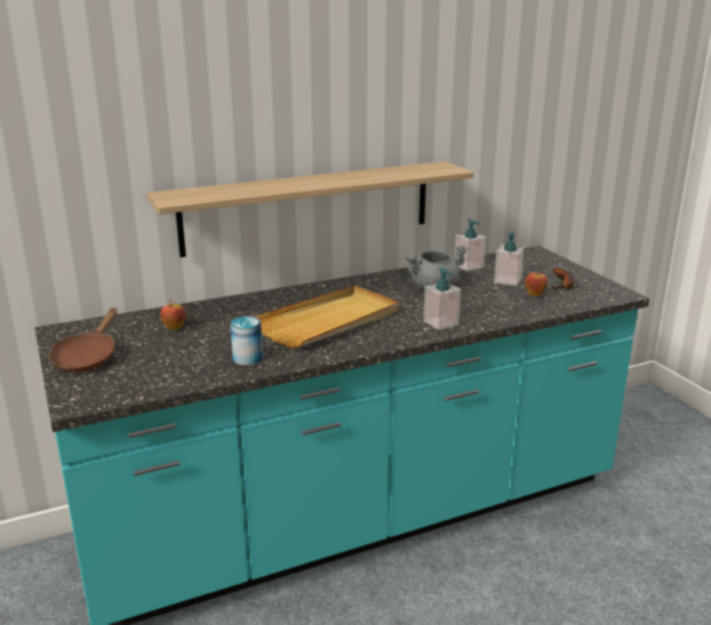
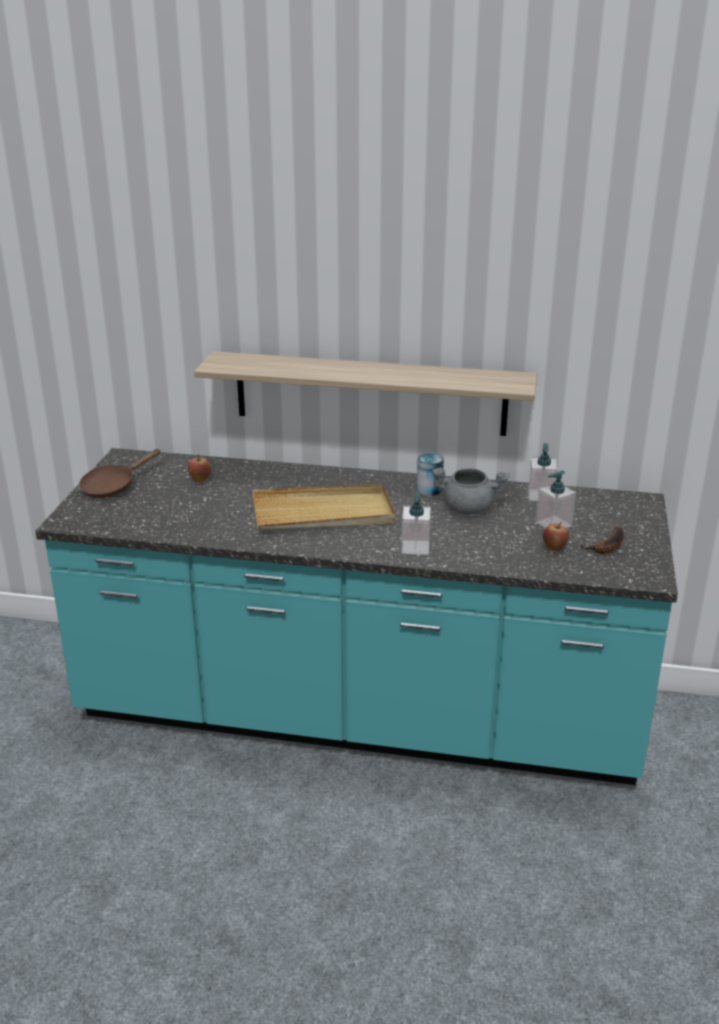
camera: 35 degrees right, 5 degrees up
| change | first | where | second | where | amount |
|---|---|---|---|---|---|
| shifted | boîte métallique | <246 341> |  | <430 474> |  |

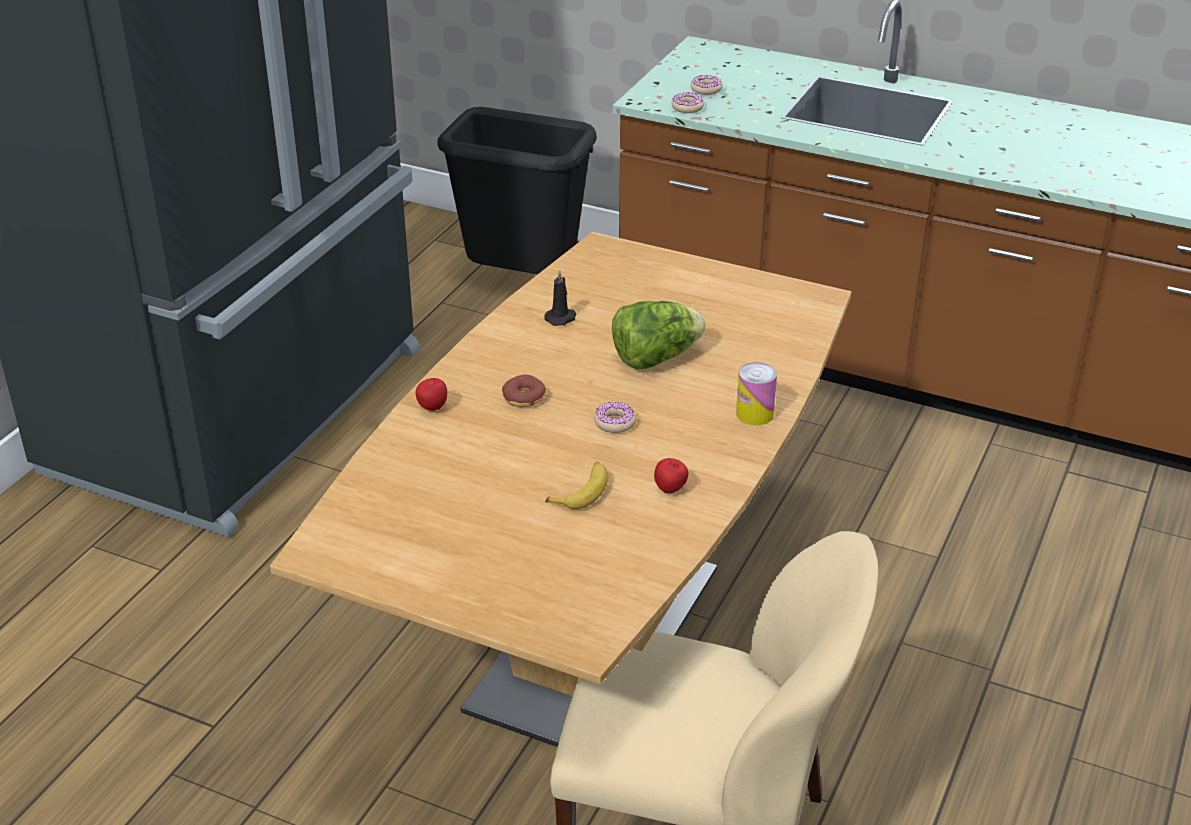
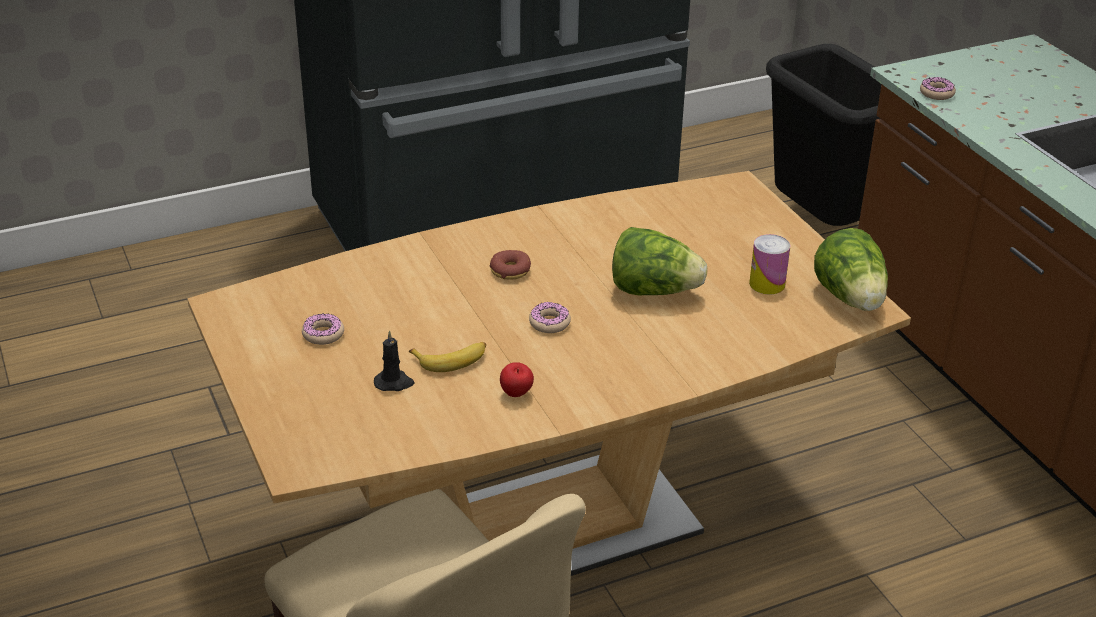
camera: 40 degrees right, 0 degrees up
| change | first | where | second | where | amount |
|---|---|---|---|---|---|
| gone | pomme | <431 394> |  |  |  |
| new |  |  | laitue | <851 269> |  |
| shifted | bougie (noir) | <560 298> |  | <394 360> |  |
| shifted | beignet | <707 85> |  | <323 329> |  |
| shifted | boîte métallique | <756 393> |  | <769 264> |  |

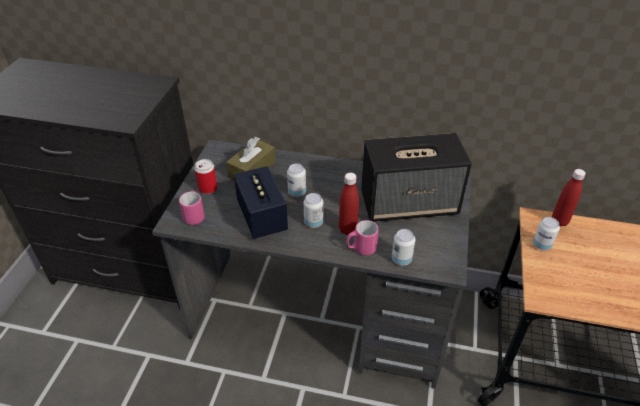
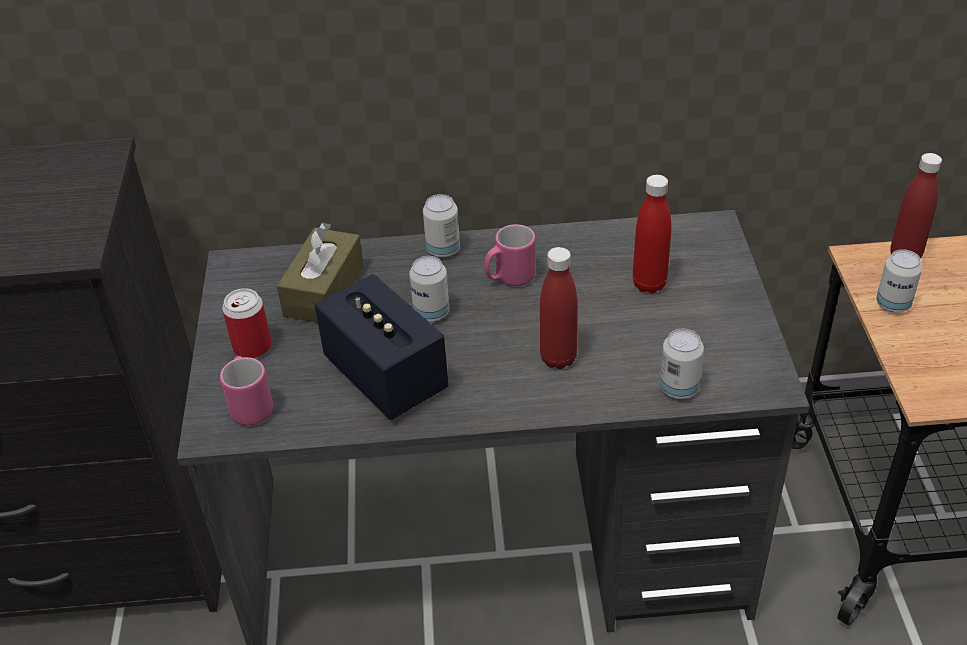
camera: 15 degrees left, 0 degrees up
| change | first | where | second | where | amount |
|---|---|---|---|---|---|
| shifted | boîte métallique | <313 210> |  | <441 225> |  |
| shifted | mug (rose) | <362 238> |  | <510 255> |  |
| swapped | enceinte | <416 177> | bouteille (rouge) | <652 234> |  |

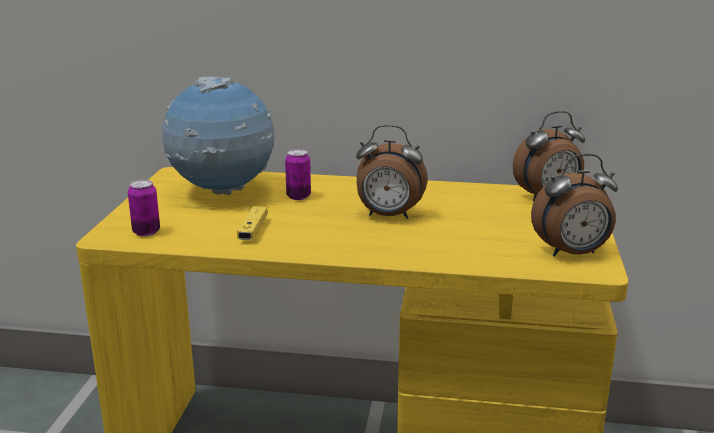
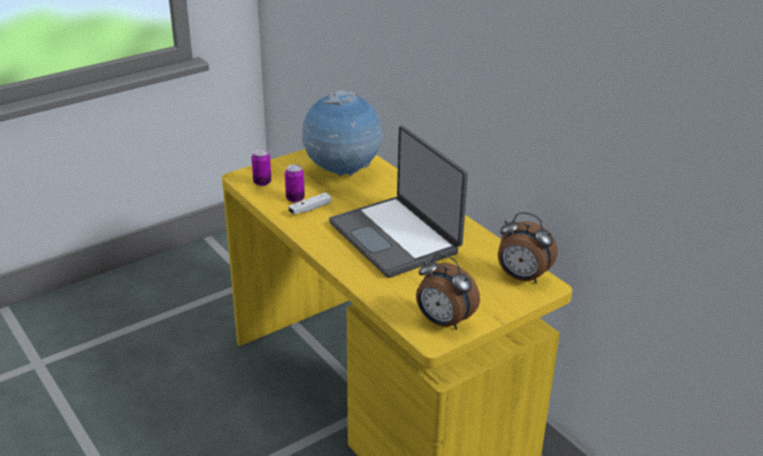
camera: 45 degrees right, 10 degrees up
| change | first | where | second | where | amount |
|---|---|---|---|---|---|
| shifted | boîte métallique | <298 174> |  | <295 183> |  |
| swapped | réveil | <392 172> | ordinateur portable | <398 202> |  |
| repainted | manette (jaune) | <252 223> | manette (blanc) | <309 203> |  |

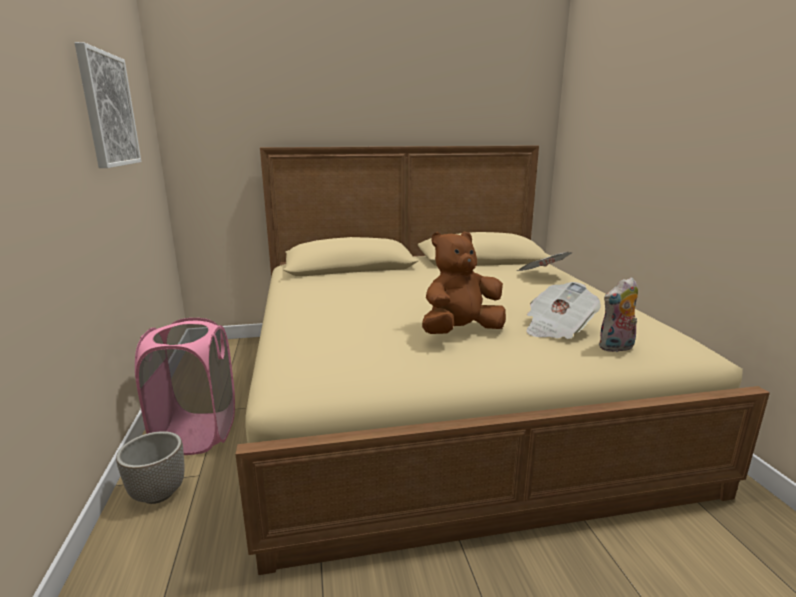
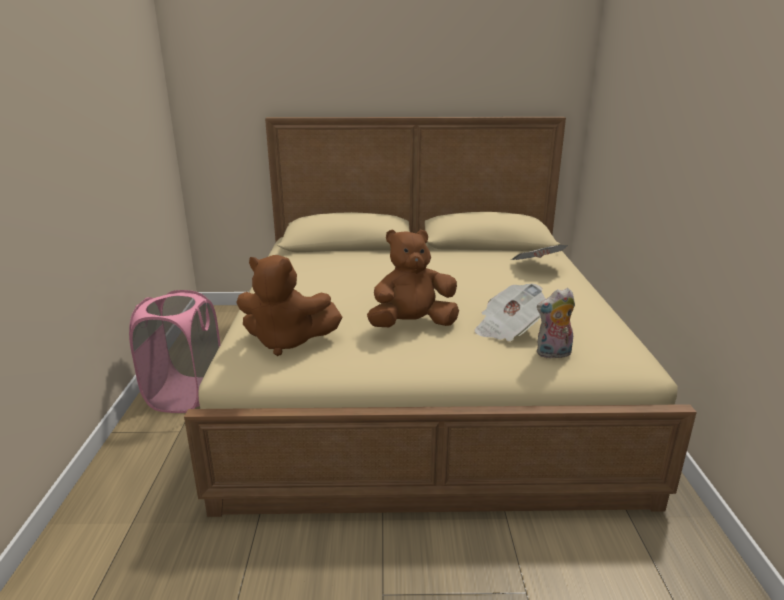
camera: 10 degrees right, 5 degrees up
| change | first | where | second | where | amount |
|---|---|---|---|---|---|
| gone | tableau | <108 105> |  |  |  |
| gone | cache-pot | <150 467> |  |  |  |
| new |  |  | peluche (marron) | <289 305> |  |

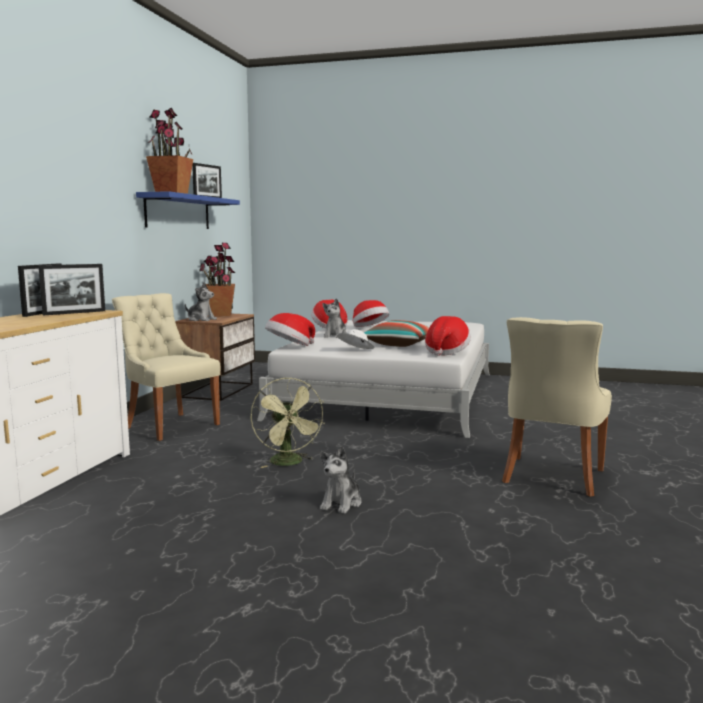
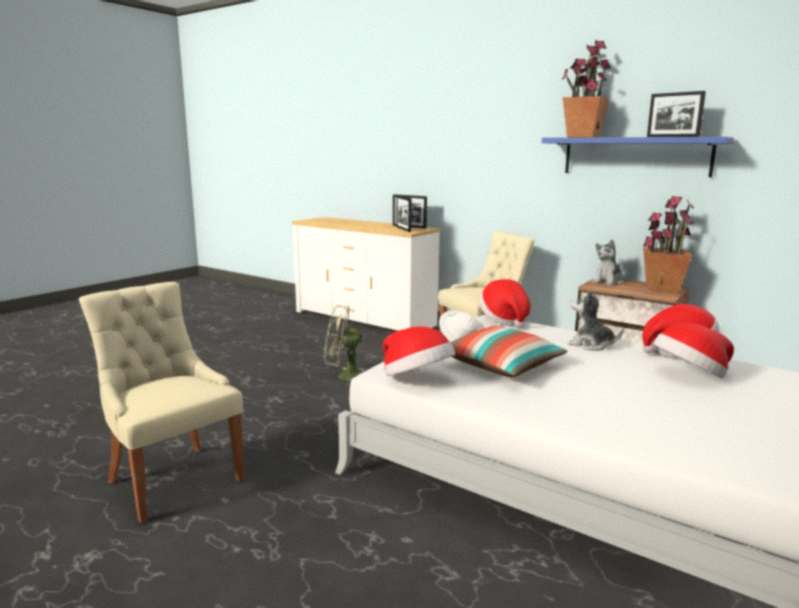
camera: 110 degrees right, 5 degrees up
| change | first | where | second | where | amount |
|---|---|---|---|---|---|
| gone | peluche | <340 480> |  |  |  |

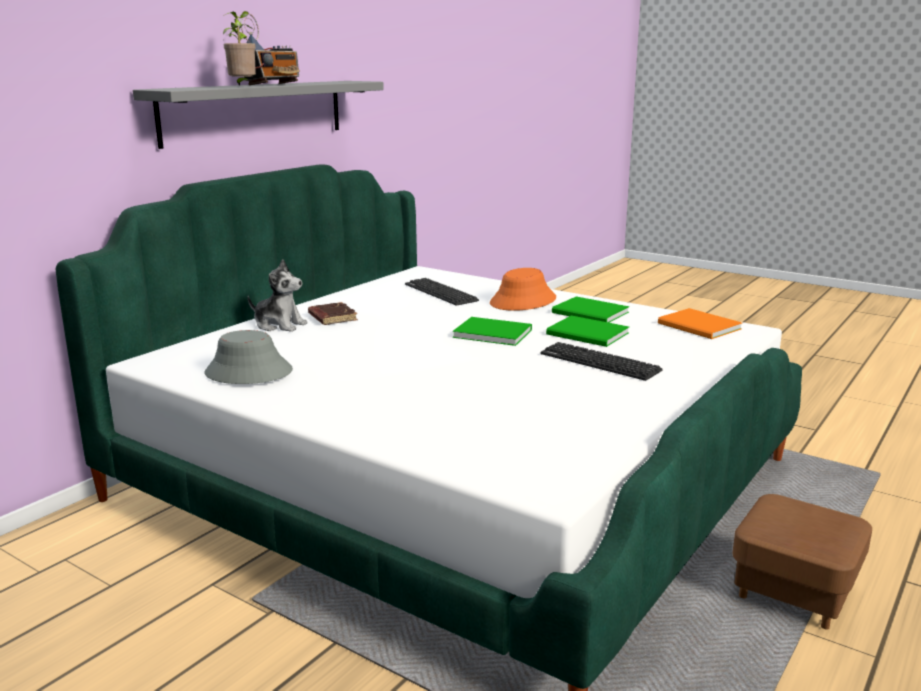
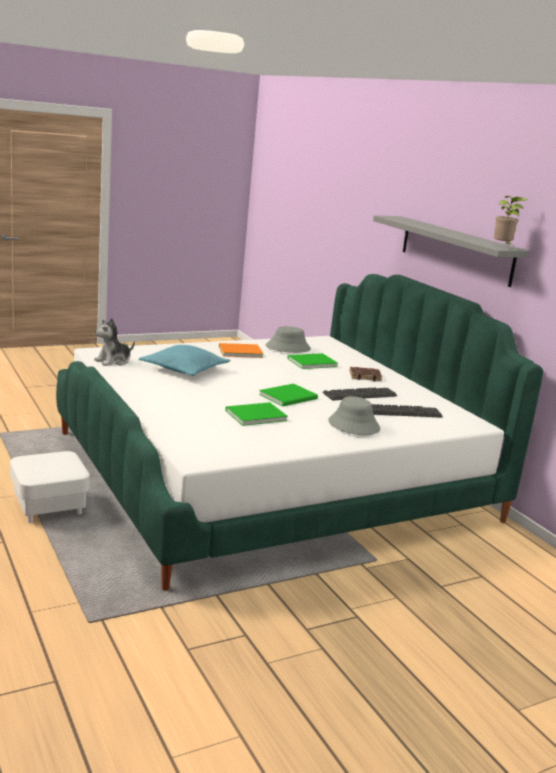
camera: 115 degrees right, 0 degrees up
| change | first | where | second | where | amount |
|---|---|---|---|---|---|
| gone | radio | <270 49> |  |  |  |
| new |  |  | coussin (turquoise) | <184 360> |  |
| shifted | plante en pot | <239 48> |  | <511 221> |  |
| shifted | peluche | <277 295> |  | <114 342> |  |
| shifted | clavier | <601 361> |  | <359 394> |  |
| shifted | livre (vert) | <590 309> |  | <312 361> |  |
| shifted | livre (orange) | <700 323> |  | <241 350> |  |
| repainted | chapeau (orange) | <523 289> | chapeau (gris) | <354 415> |  |
| repainted | pouf (marron) | <802 562> | pouf (blanc) | <50 487> |  |

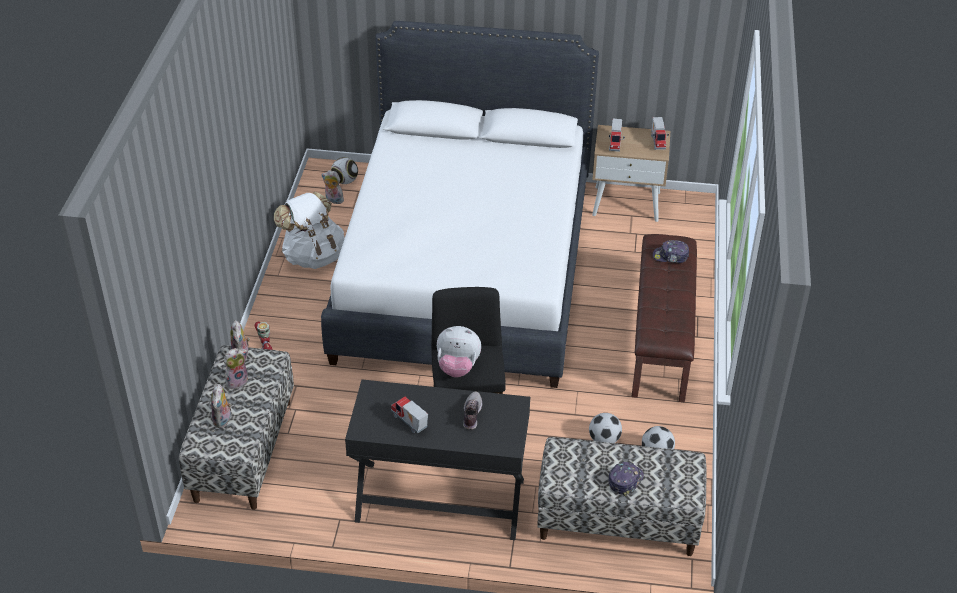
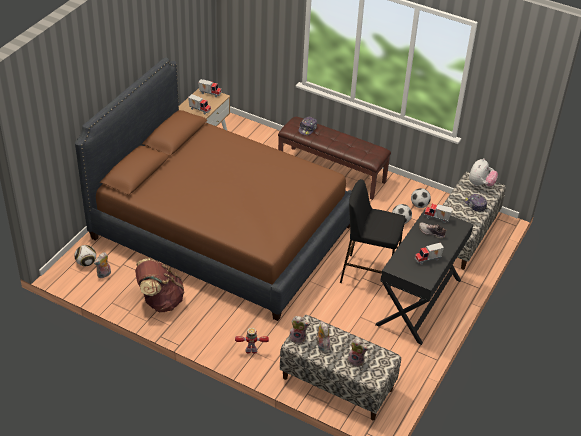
camera: 70 degrees left, 0 degrees up
| change | first | where | second | where | amount |
|---|---|---|---|---|---|
| new |  |  | camion jouet | <438 213> |  |
| shifted | peluche | <459 351> |  | <483 172> |  |
| repainted | sac à dos (blanc) | <309 230> | sac à dos (marron) | <159 285> |  |
| repainted | lit (blanc) | <460 204> | lit (marron) | <213 189> |  |

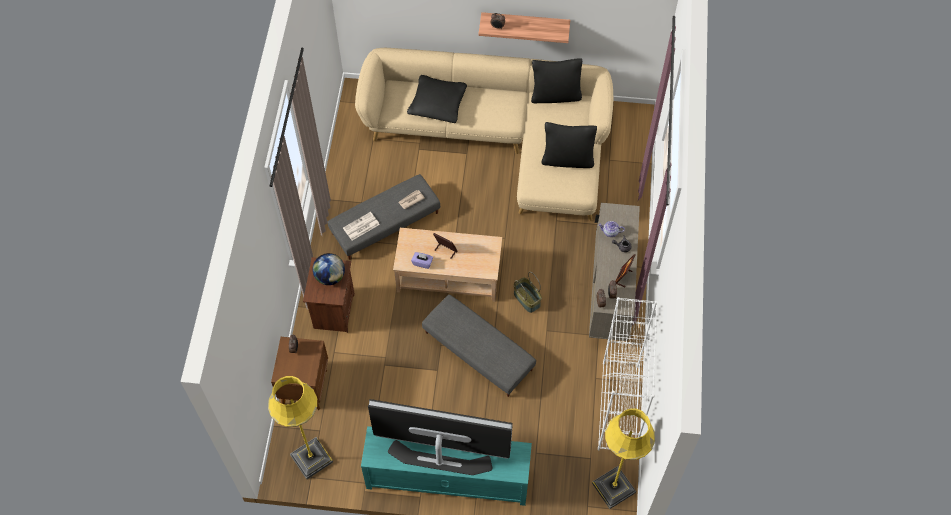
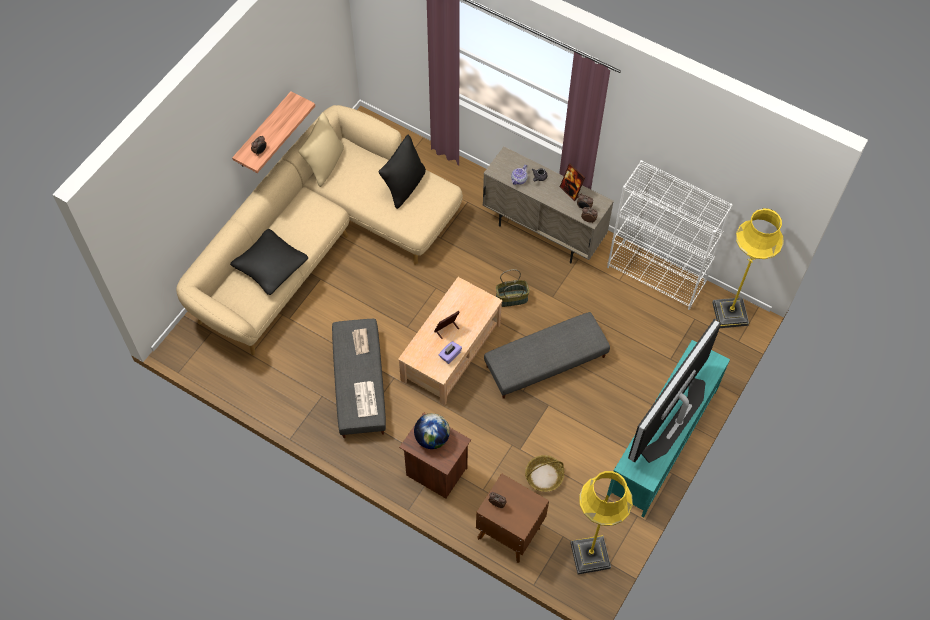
camera: 65 degrees left, 0 degrees up
| change | first | where | second | where | amount |
|---|---|---|---|---|---|
| new |  |  | panier | <544 473> |  |
| repainted | coussin (noir) | <556 80> | coussin (beige) | <321 149> |  |

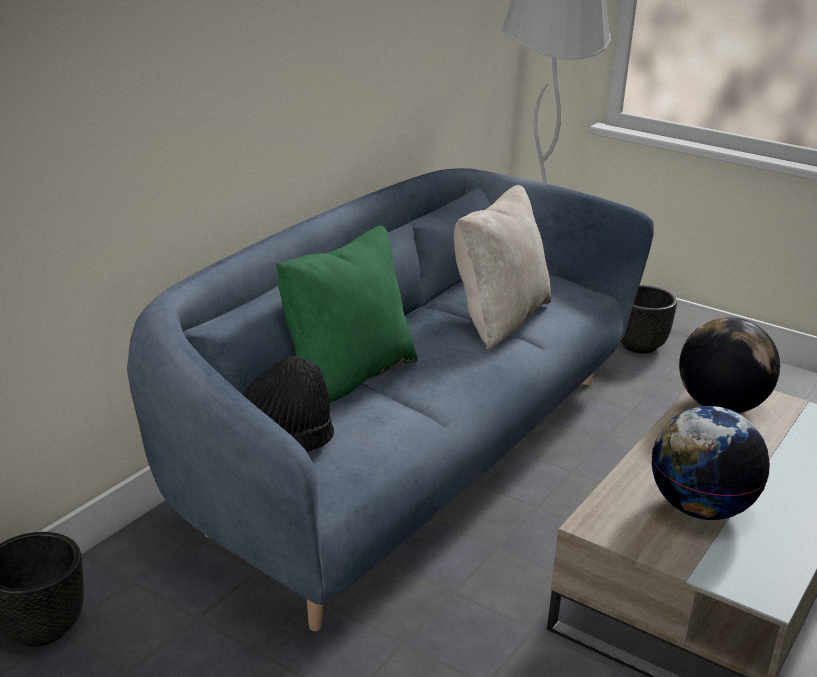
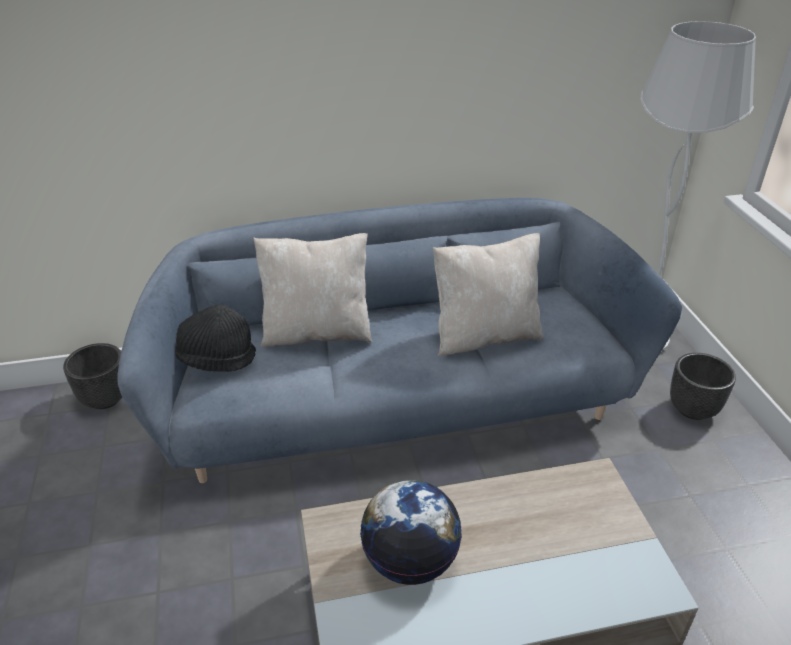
camera: 45 degrees right, 10 degrees up
| change | first | where | second | where | amount |
|---|---|---|---|---|---|
| gone | globe | <729 365> |  |  |  |
| repainted | coussin (vert) | <347 314> | coussin (beige) | <312 290> |  |

